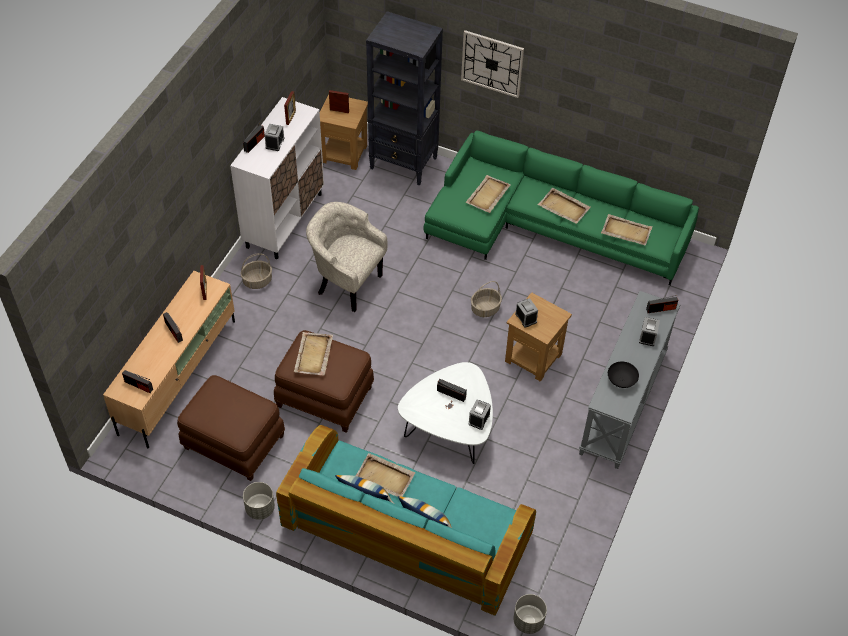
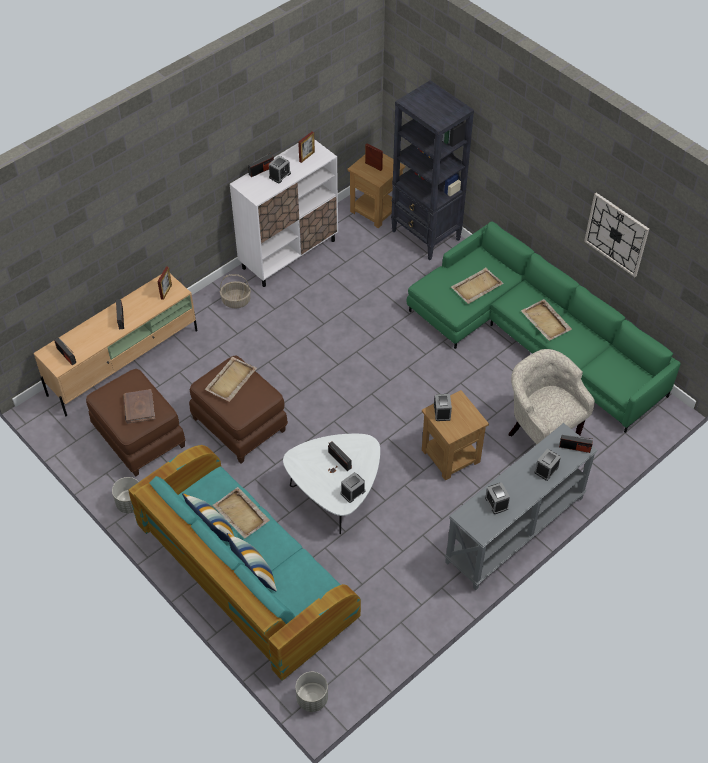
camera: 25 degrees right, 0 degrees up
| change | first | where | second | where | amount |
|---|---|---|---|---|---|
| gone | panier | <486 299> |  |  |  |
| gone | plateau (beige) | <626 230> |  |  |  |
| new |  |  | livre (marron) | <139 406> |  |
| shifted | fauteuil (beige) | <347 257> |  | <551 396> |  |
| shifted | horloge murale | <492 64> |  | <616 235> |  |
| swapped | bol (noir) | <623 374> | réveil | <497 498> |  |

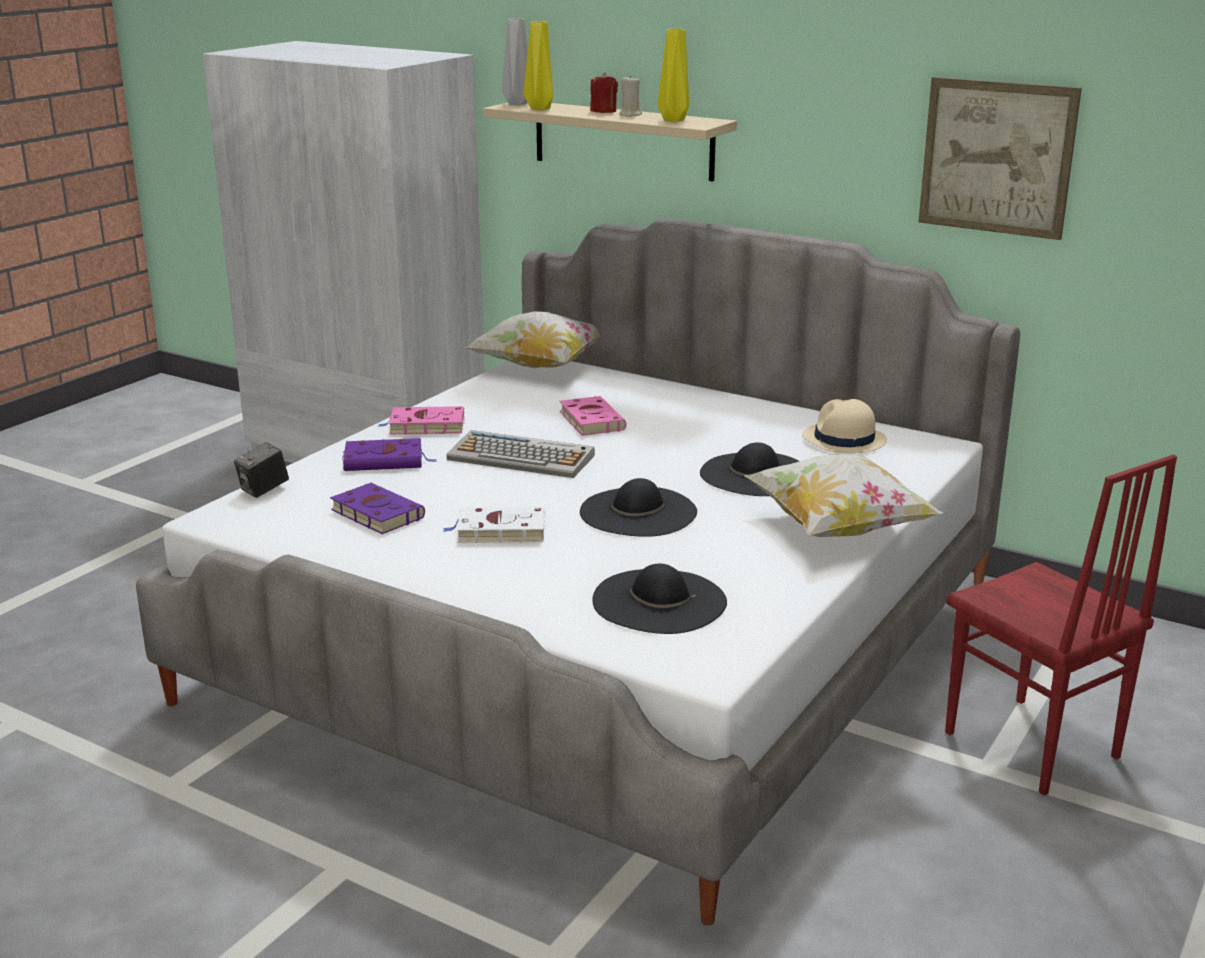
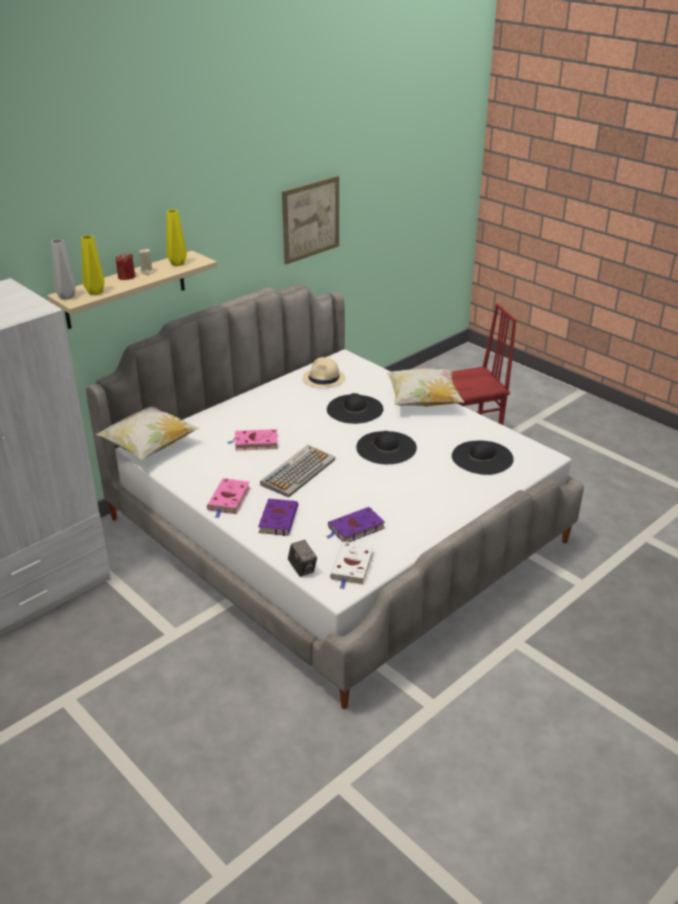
camera: 75 degrees left, 10 degrees up
| change | first | where | second | where | amount |
|---|---|---|---|---|---|
| shifted | livre (blanc) | <494 525> |  | <352 565> |  |

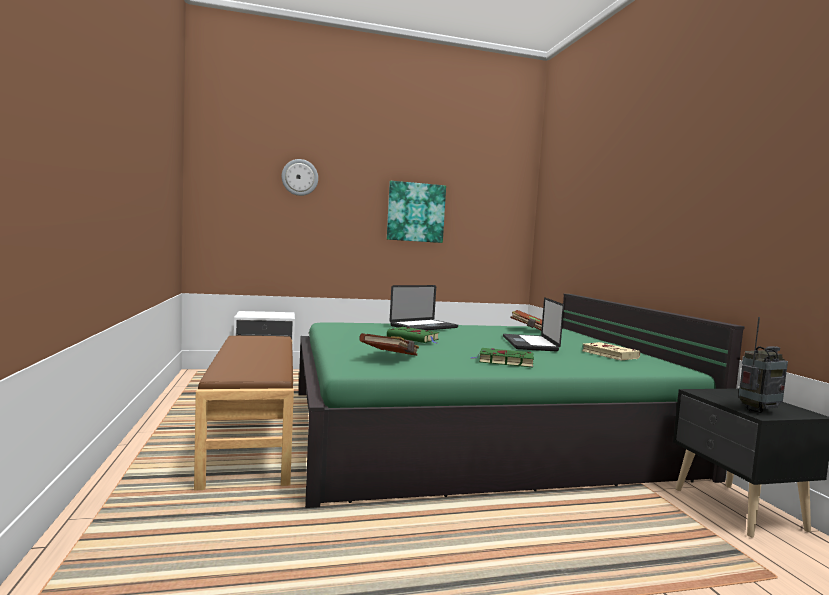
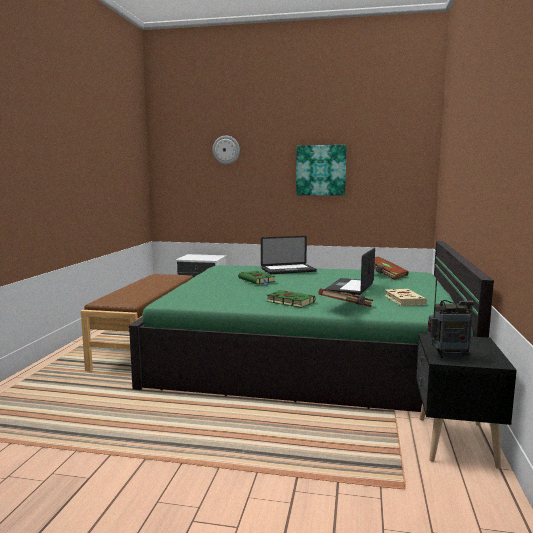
camera: 25 degrees right, 5 degrees up
| change | first | where | second | where | amount |
|---|---|---|---|---|---|
| shifted | livre (marron) | <389 344> |  | <345 297> |  |

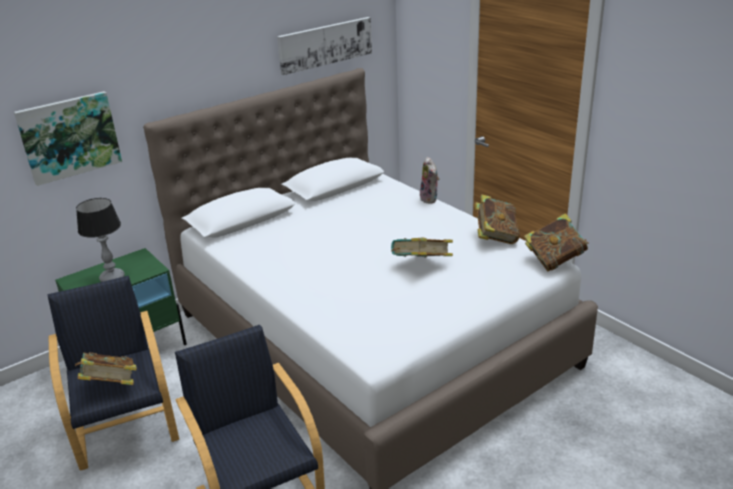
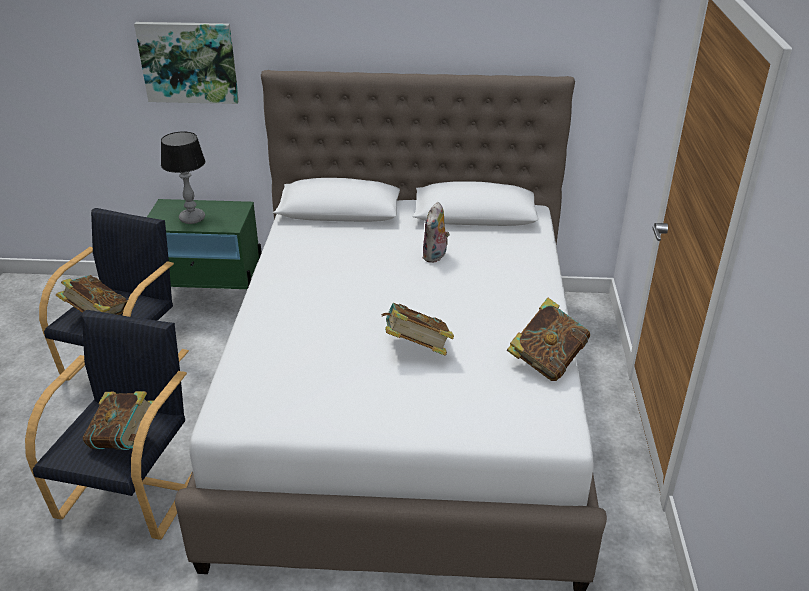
camera: 40 degrees right, 5 degrees up
| change | first | where | second | where | amount |
|---|---|---|---|---|---|
| gone | tableau | <324 46> |  |  |  |
| shifted | peluche | <430 180> |  | <436 232> |  |
| shifted | livre | <556 242> |  | <118 420> |  |

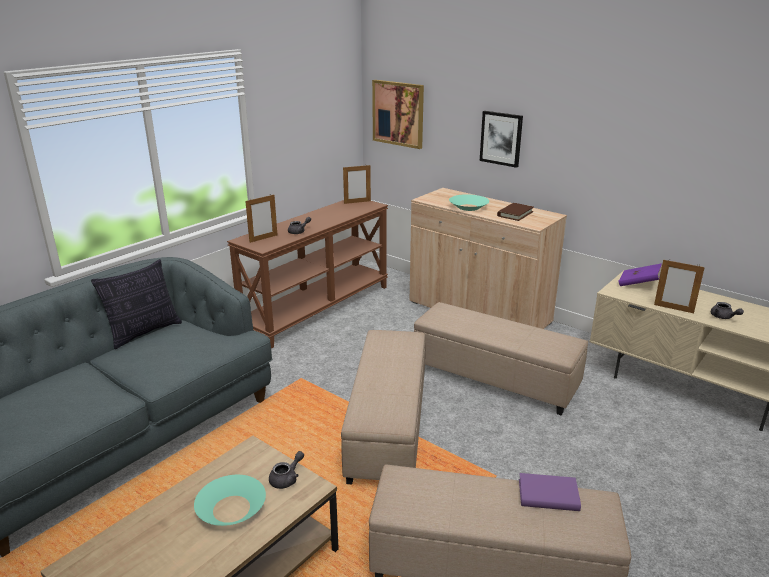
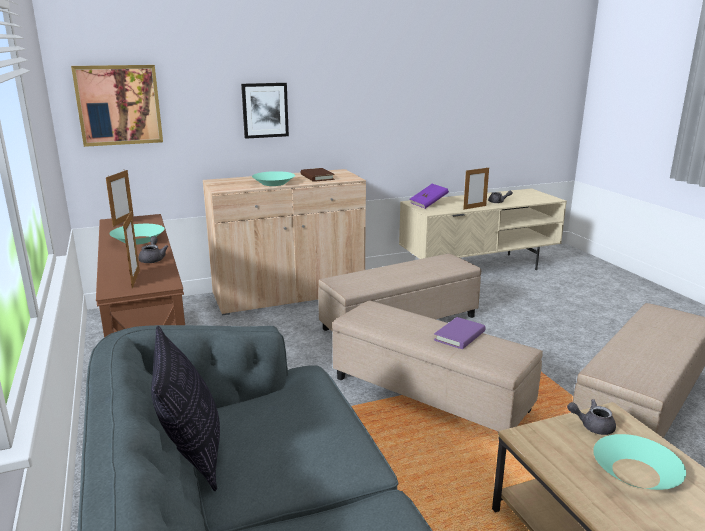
camera: 60 degrees left, 5 degrees down
| change | first | where | second | where | amount |
|---|---|---|---|---|---|
| new |  |  | bol (turquoise) | <137 234> |  |
| shifted | livre (violet) | <550 492> |  | <459 333> |  |
| rotated | théière (gris) | <286 470> |  | <591 417> | 60 degrees counterclockwise |

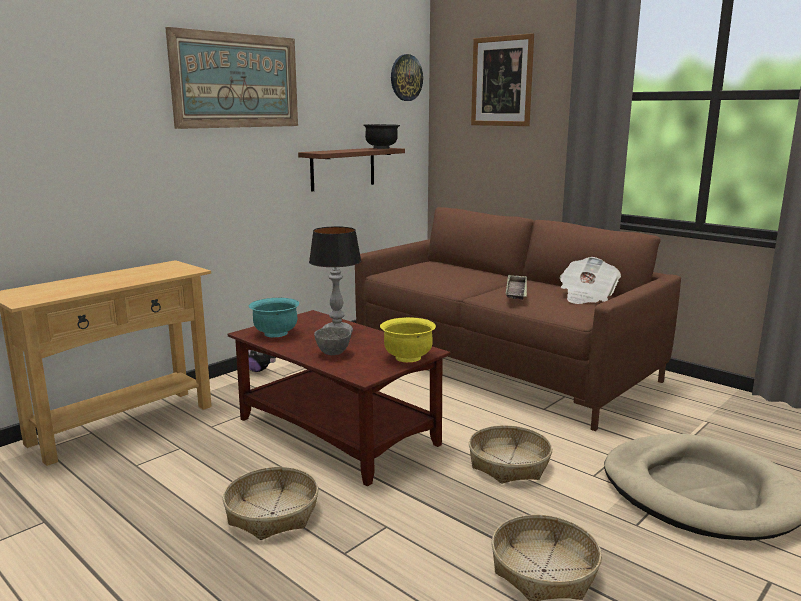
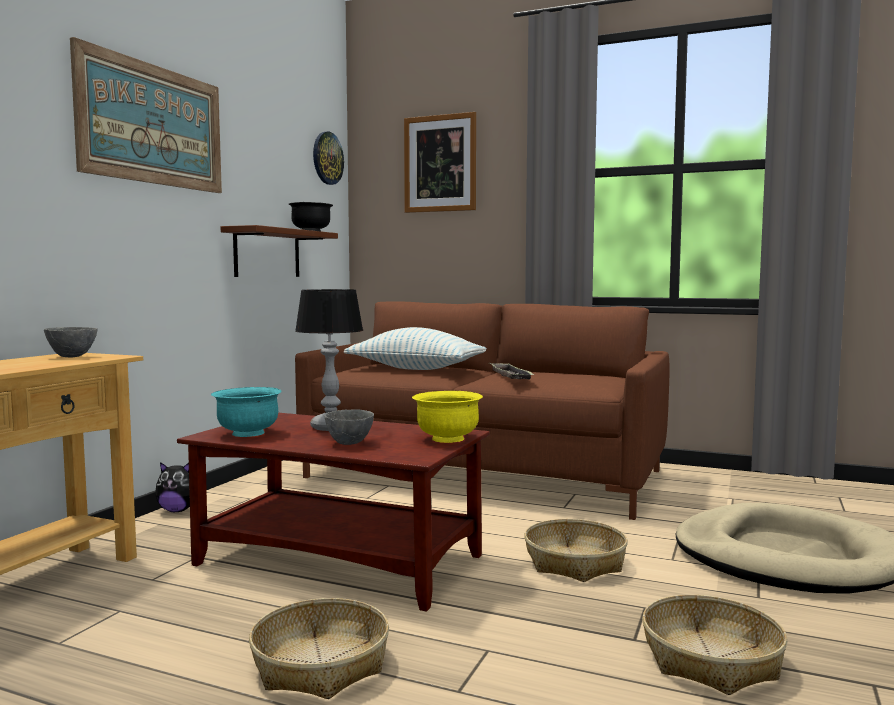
camera: 20 degrees left, 10 degrees down
| change | first | where | second | where | amount |
|---|---|---|---|---|---|
| gone | journal | <590 280> |  |  |  |
| new |  |  | bol (gris) | <71 342> |  |
| new |  |  | coussin | <415 348> |  |

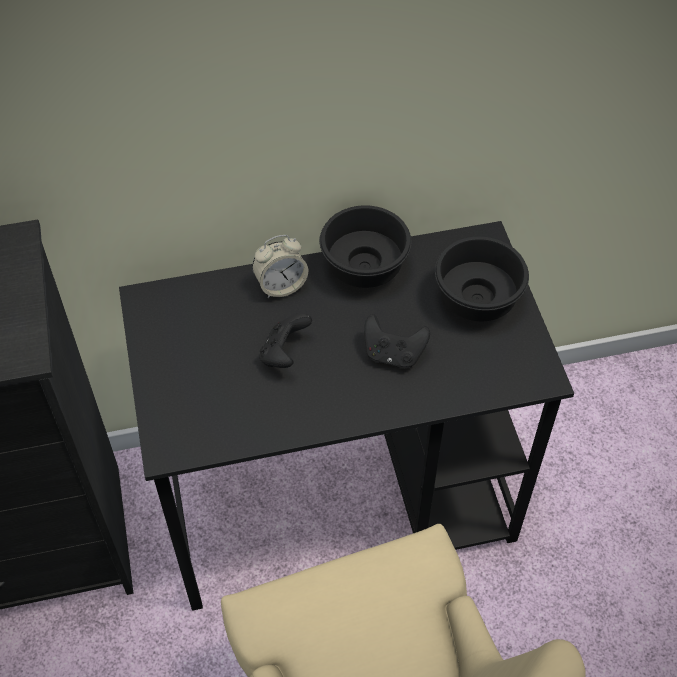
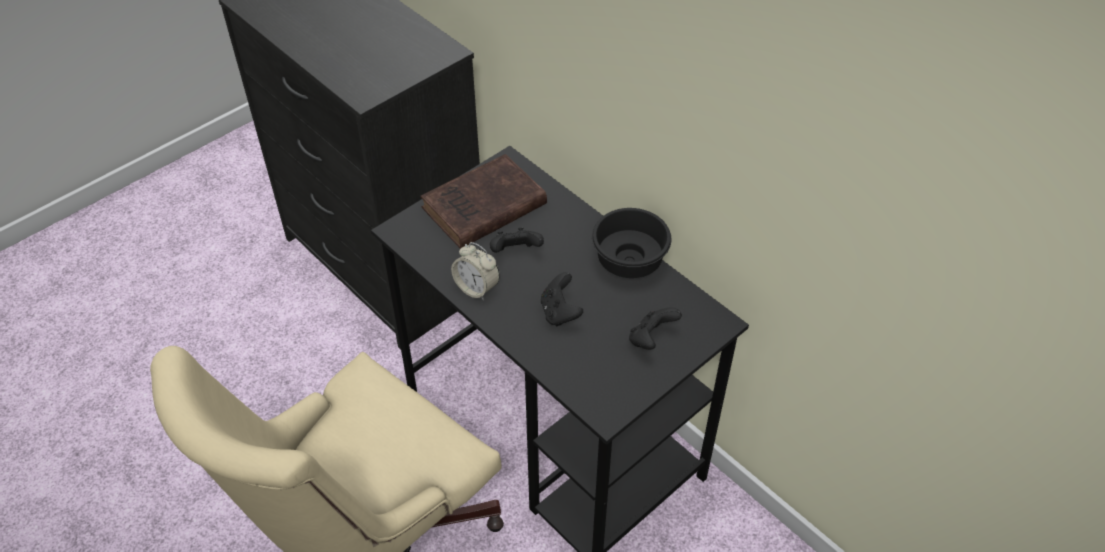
camera: 60 degrees right, 5 degrees down
| change | first | where | second | where | amount |
|---|---|---|---|---|---|
| new |  |  | livre (marron) | <483 201> |  |
| shifted | réveil | <280 266> |  | <475 271> |  |
| swapped | bol (noir) | <482 279> | manette (noir) | <655 328> |  |

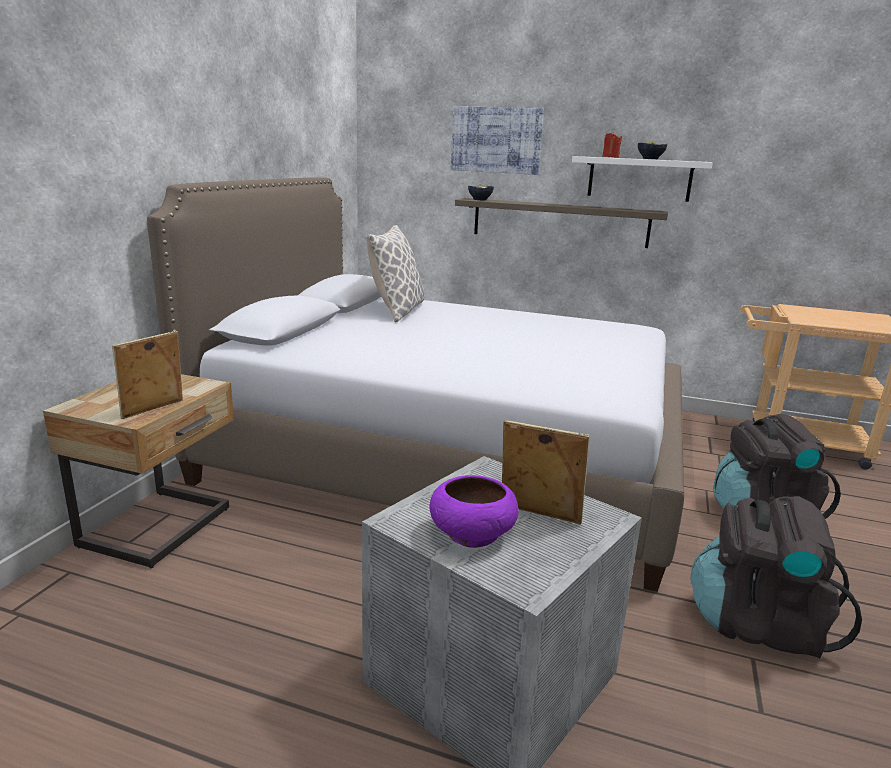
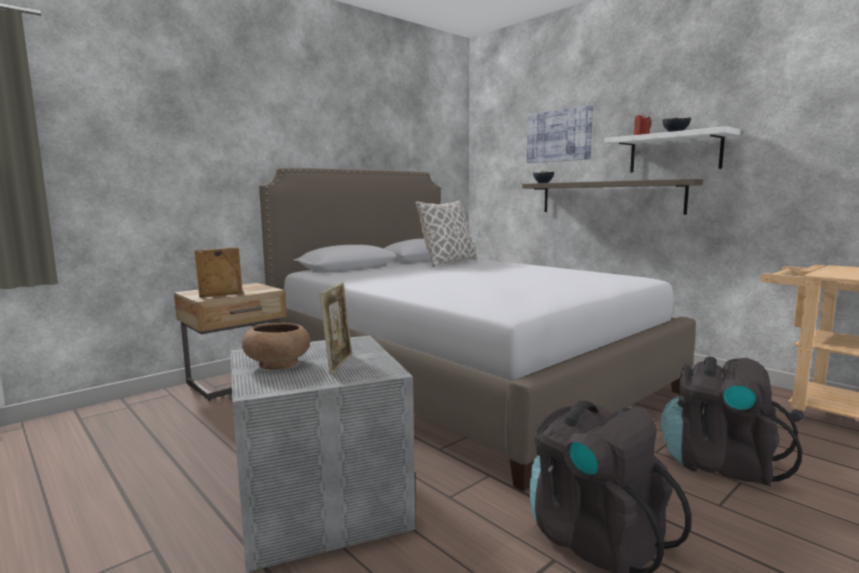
camera: 30 degrees right, 10 degrees down
| change | first | where | second | where | amount |
|---|---|---|---|---|---|
| repainted | bol (violet) | <474 511> | bol (marron) | <276 346> |  |
| rotated | cadre photo | <546 472> |  | <336 329> | 45 degrees clockwise |

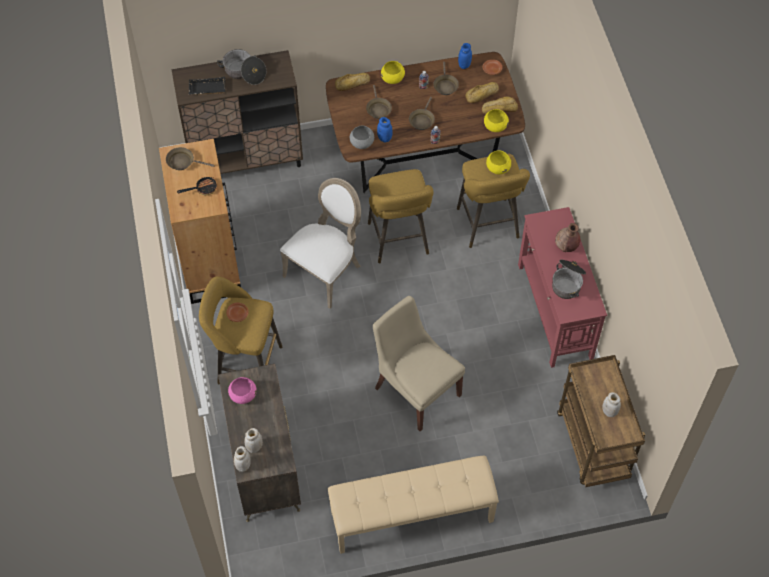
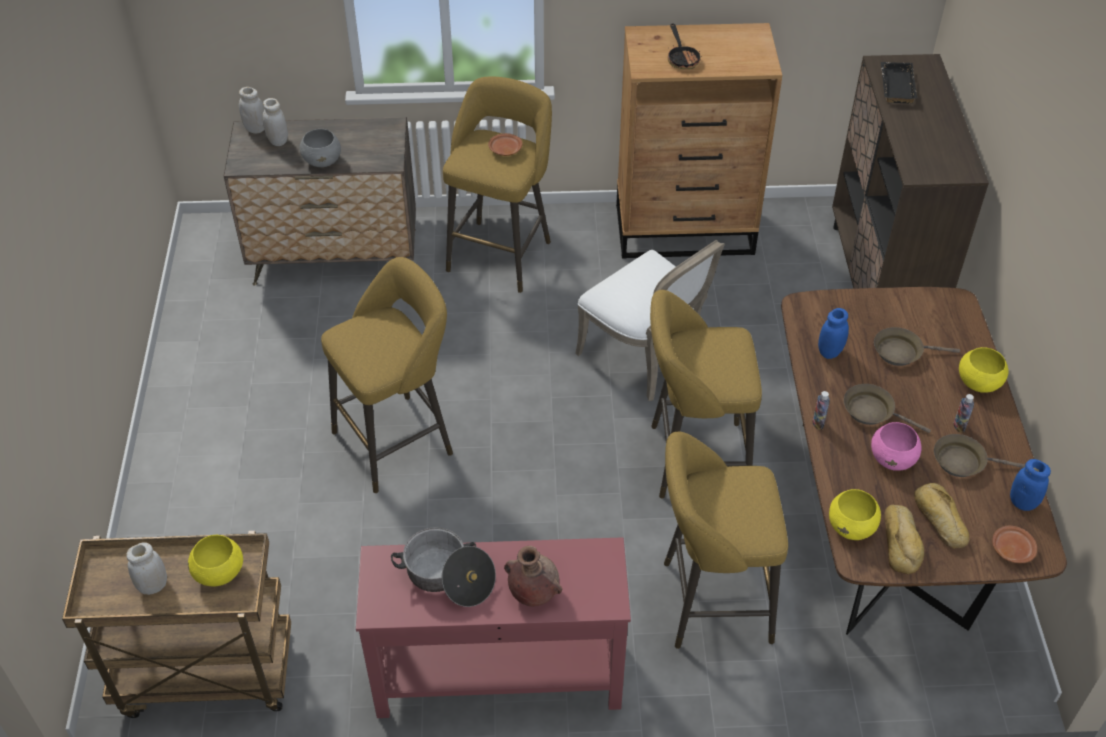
camera: 100 degrees right, 10 degrees down
| change | first | where | second | where | amount |
|---|---|---|---|---|---|
| gone | poêle (marron) | <190 158> |  |  |  |
| gone | marmite | <241 67> |  |  |  |
| gone | banc (beige) | <413 505> |  |  |  |
| gone | pain | <352 82> |  |  |  |
| shifted | bol (rose) | <242 390> |  | <896 446> |  |
| shifted | bol (gris) | <362 137> |  | <320 148> |  |
| shifted | bol (jaune) | <498 162> |  | <215 561> |  |
| swapped | chaise (beige) | <419 363> | tabouret (jaune) | <387 375> |  |

